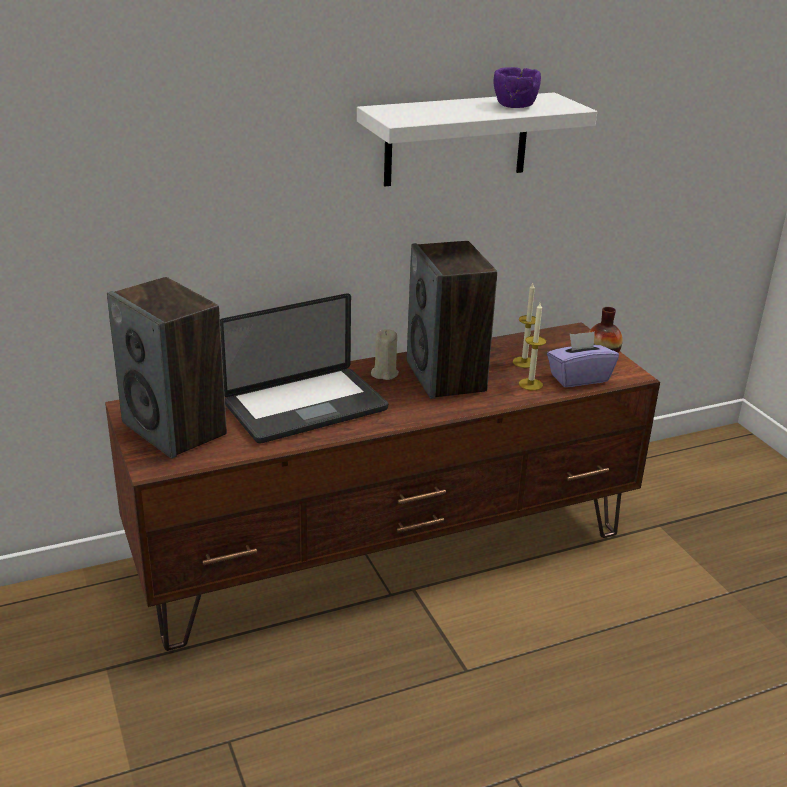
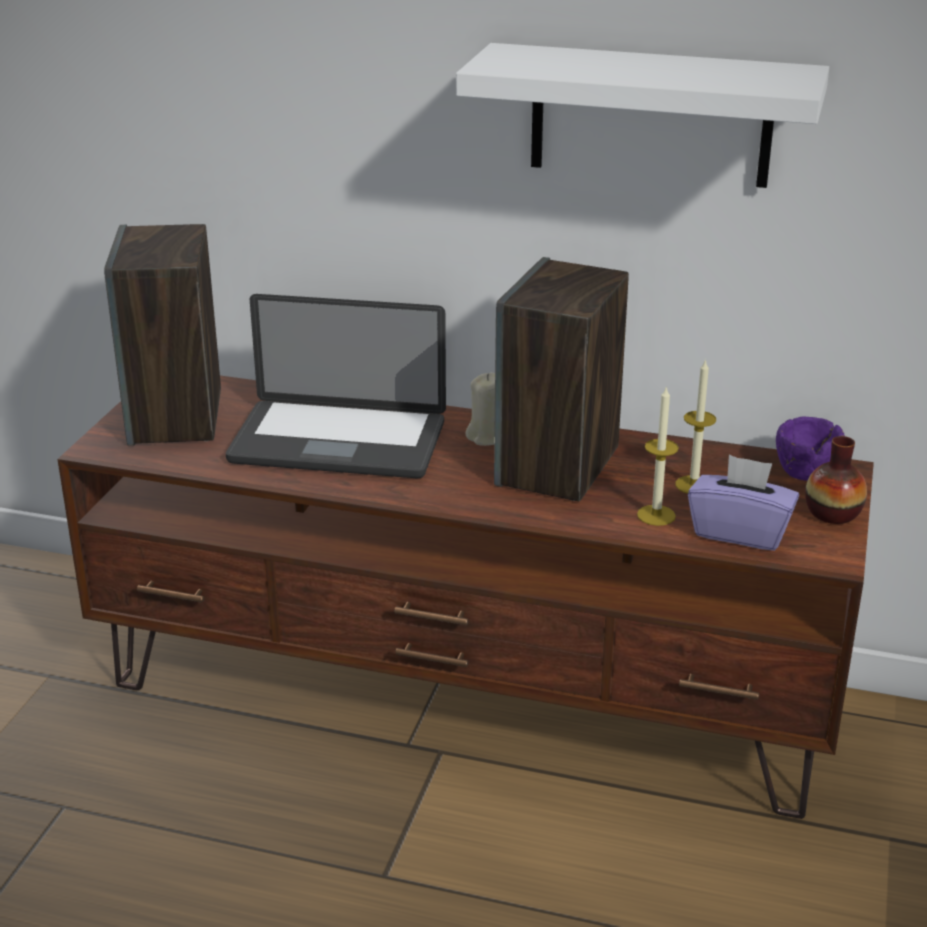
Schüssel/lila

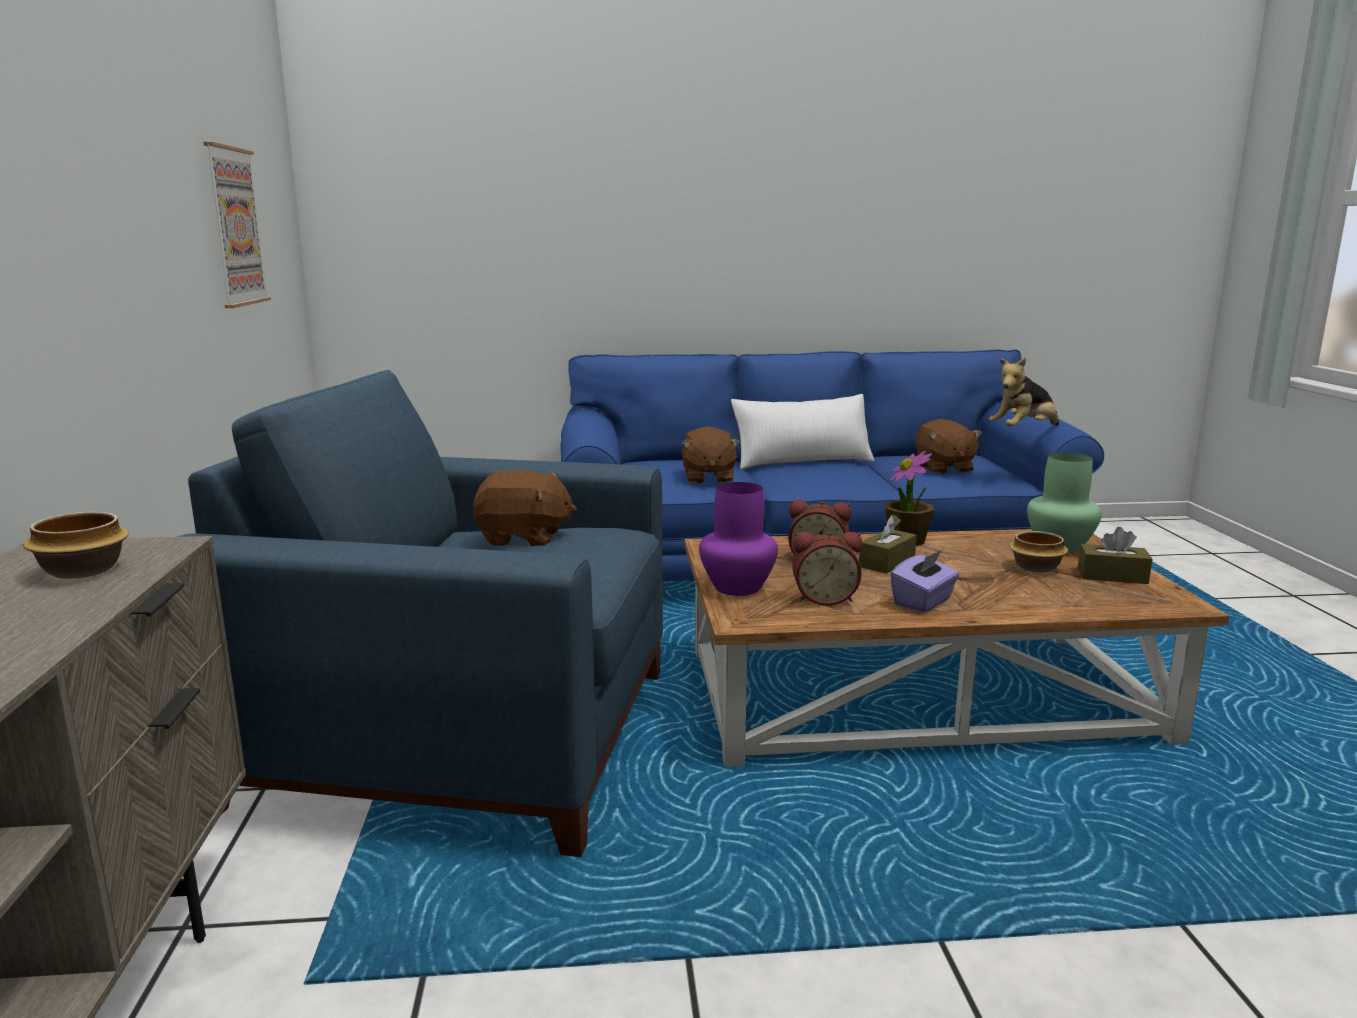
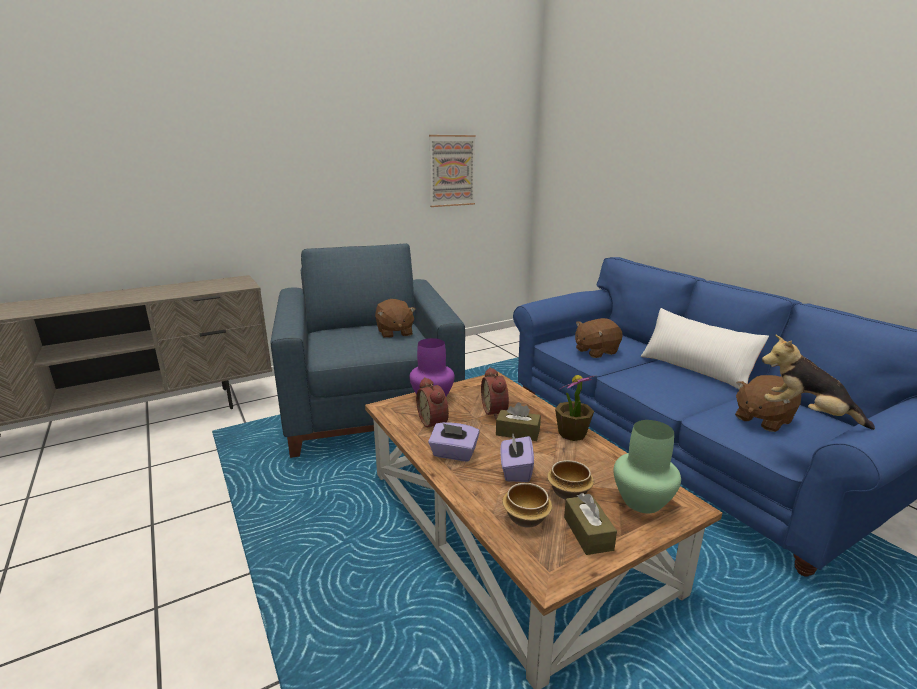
Schüssel (no. 1 from left)
Taschentuchbox/lila (no. 2 from left)

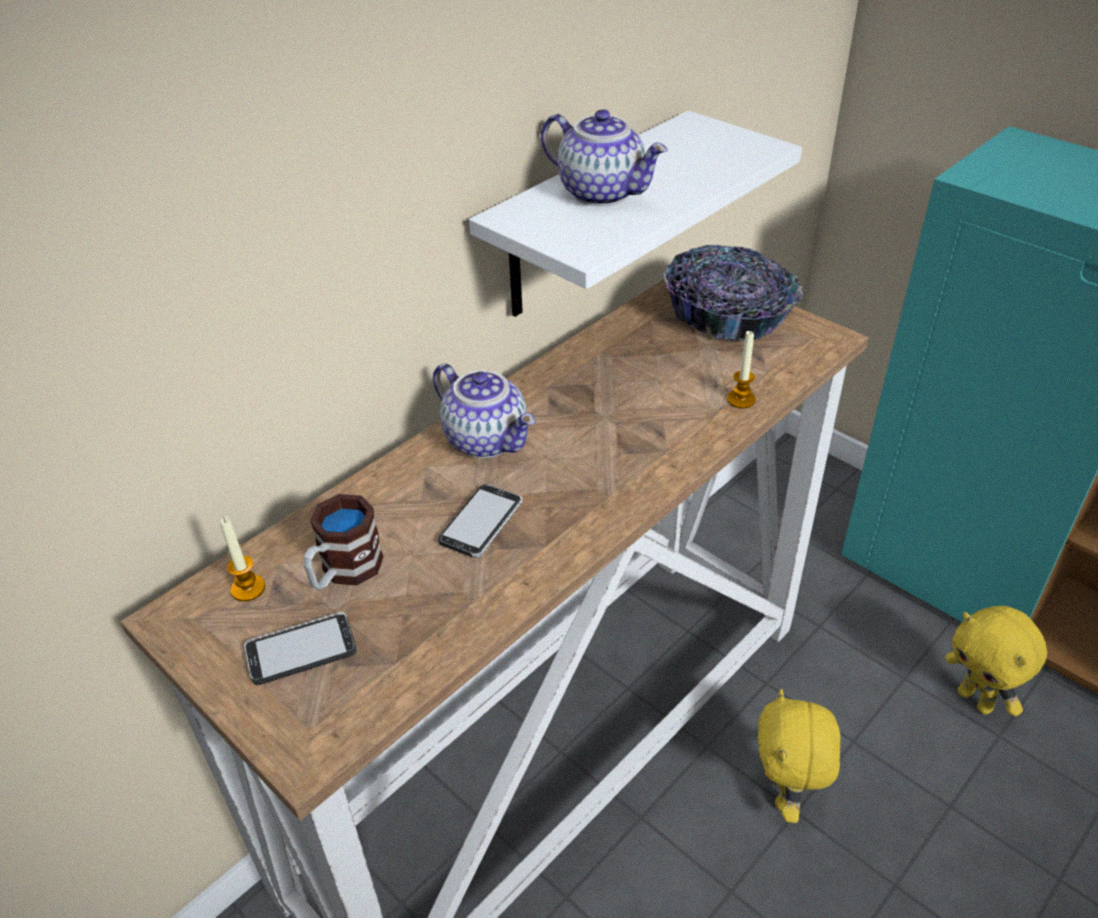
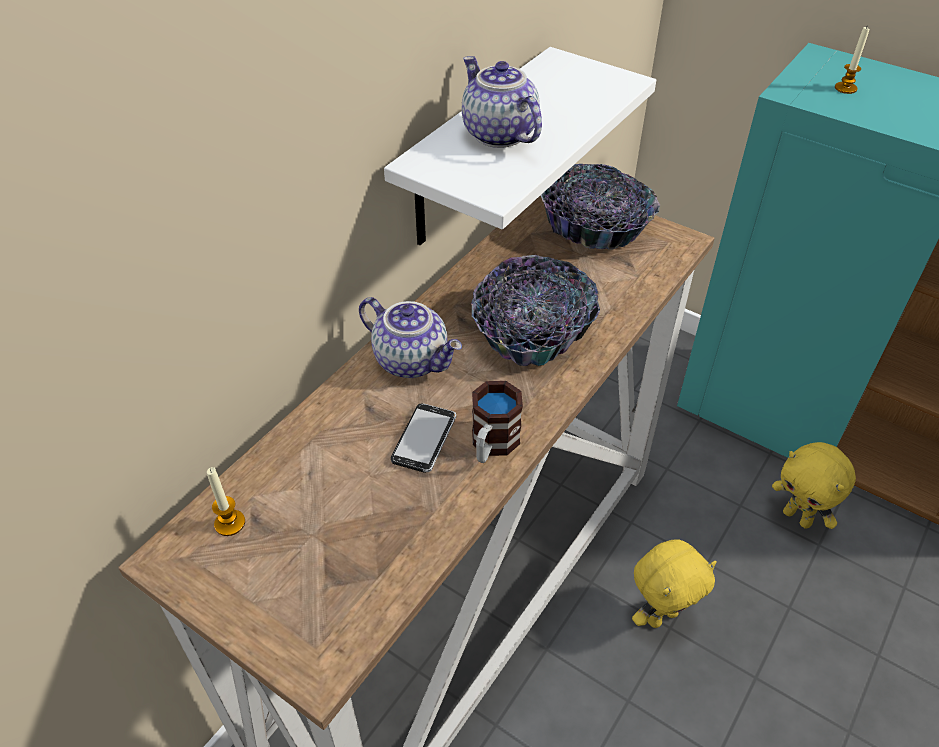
Teekanne (no. 2 from left)
Kerze (no. 2 from left)
Henkelbecher
Handy (no. 1 from left in the first image)
Plüschtier/gelb (no. 1 from left)
Schüssel (no. 1 from left)

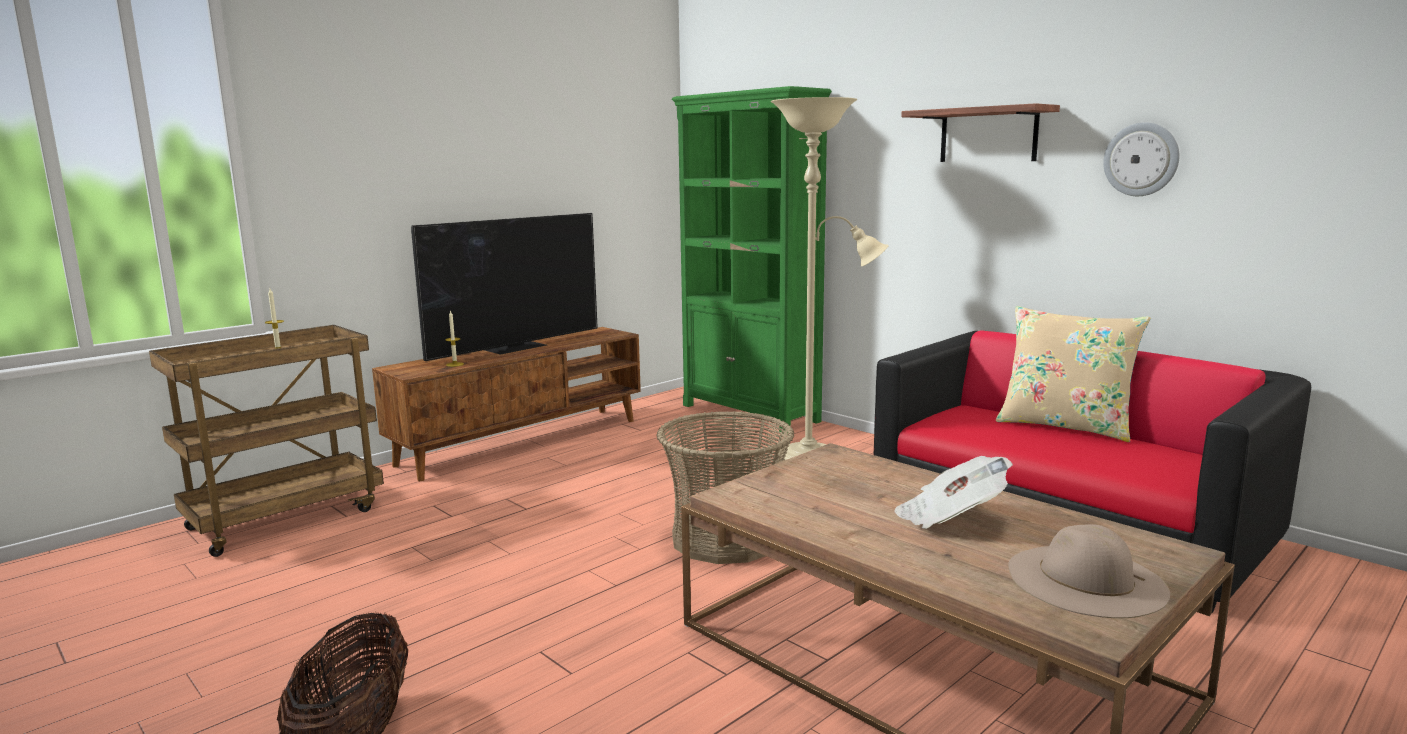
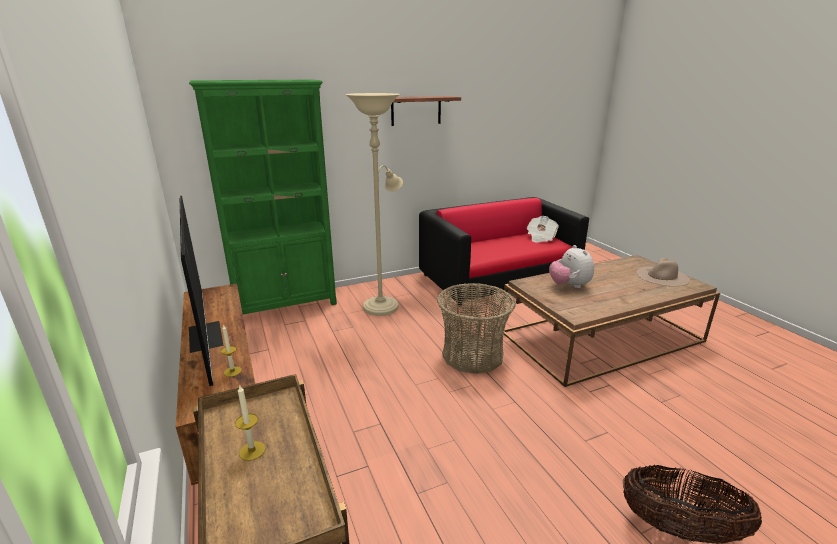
Wanduhr
Kissen/beige
Zeitung
Plüschtier

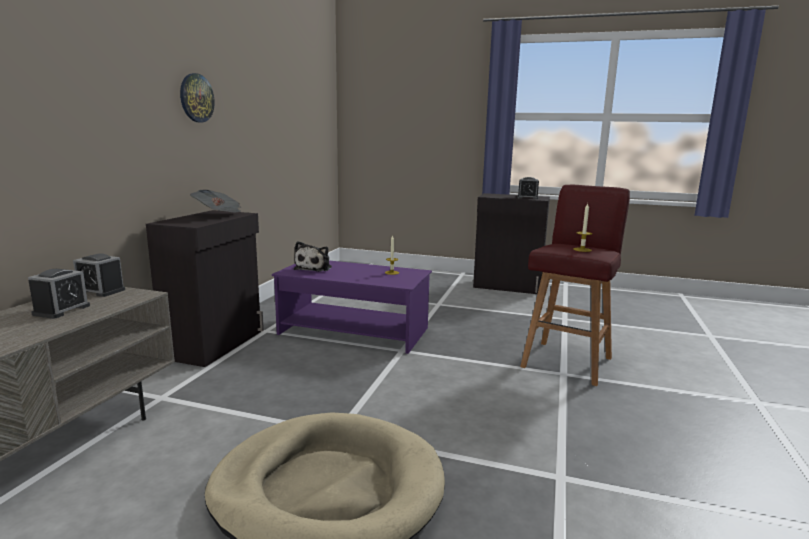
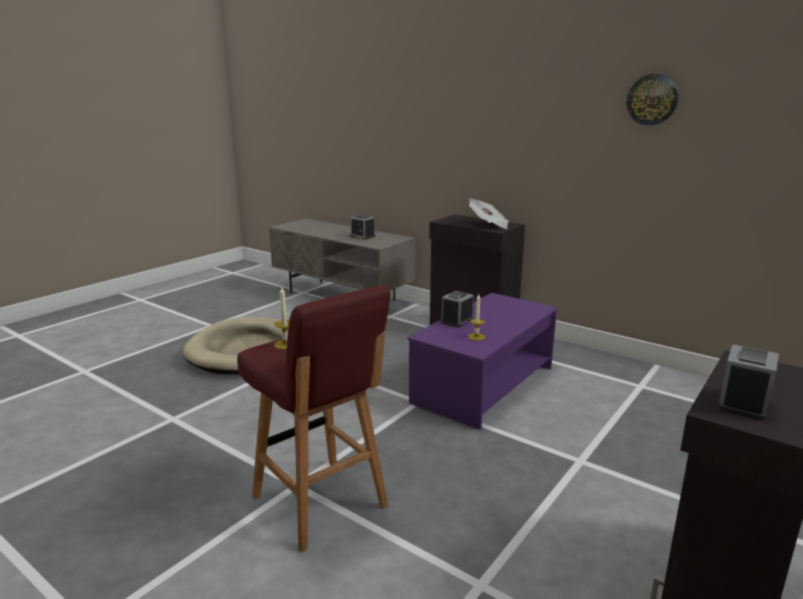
Wanduhr
Plüschtier
Wecker (no. 2 from left)

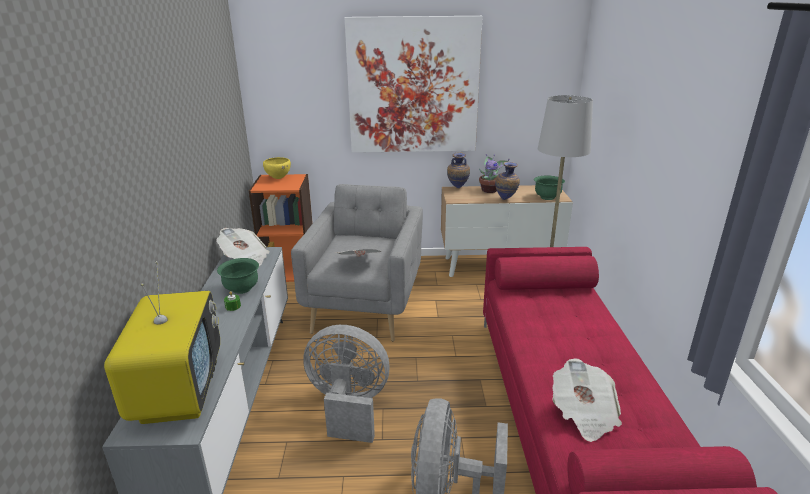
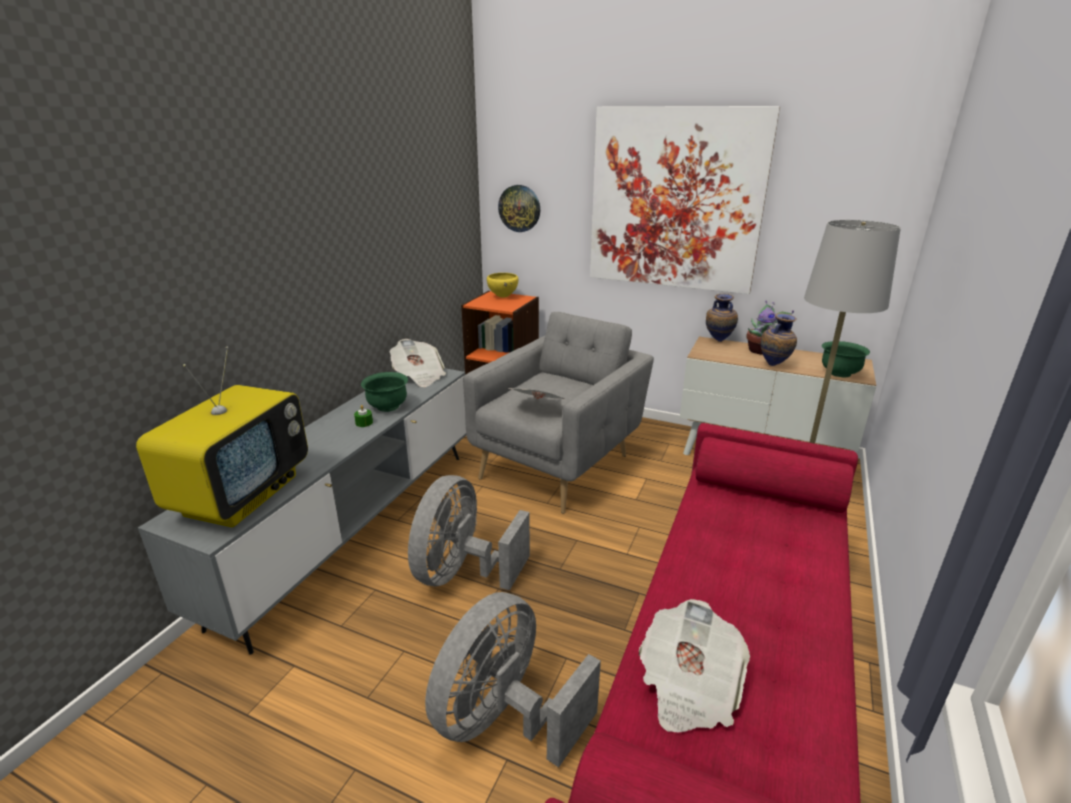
Ventilator/grau (no. 1 from left)
Wanduhr

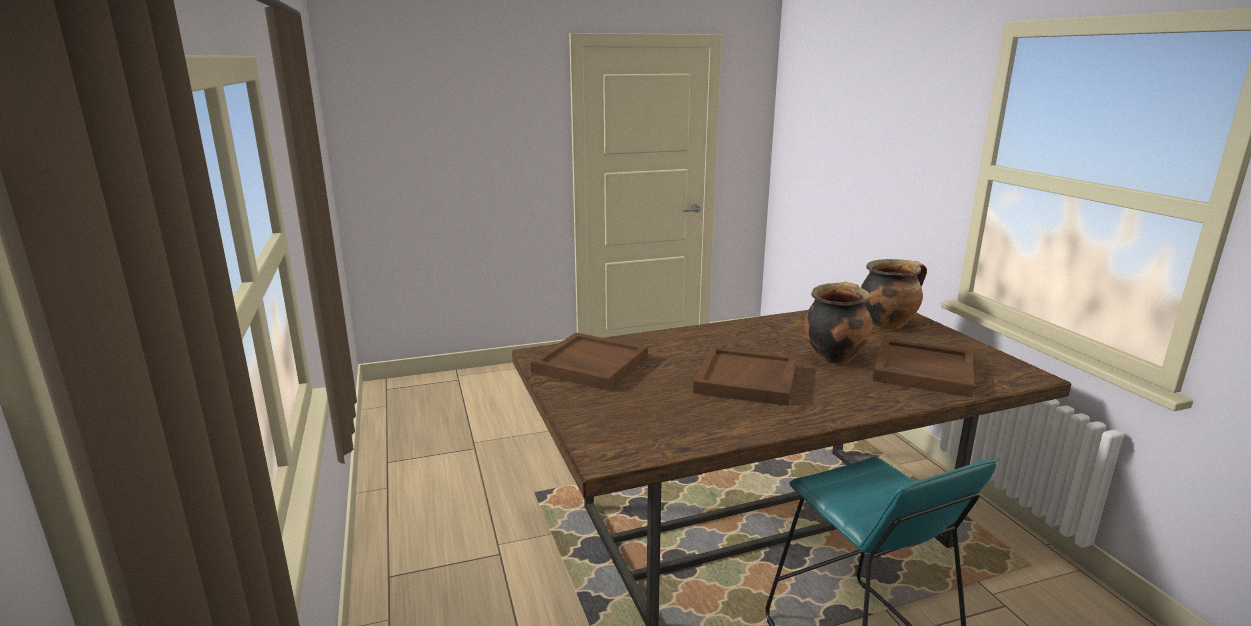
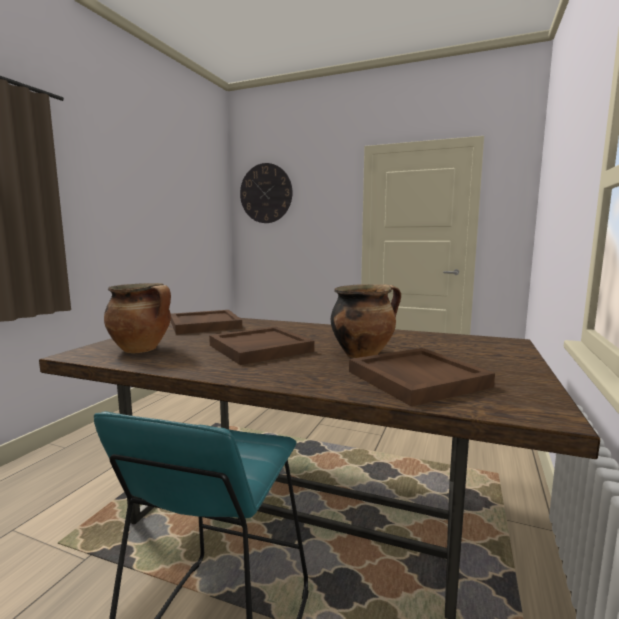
Kochtopf (no. 1 from left)
Wanduhr

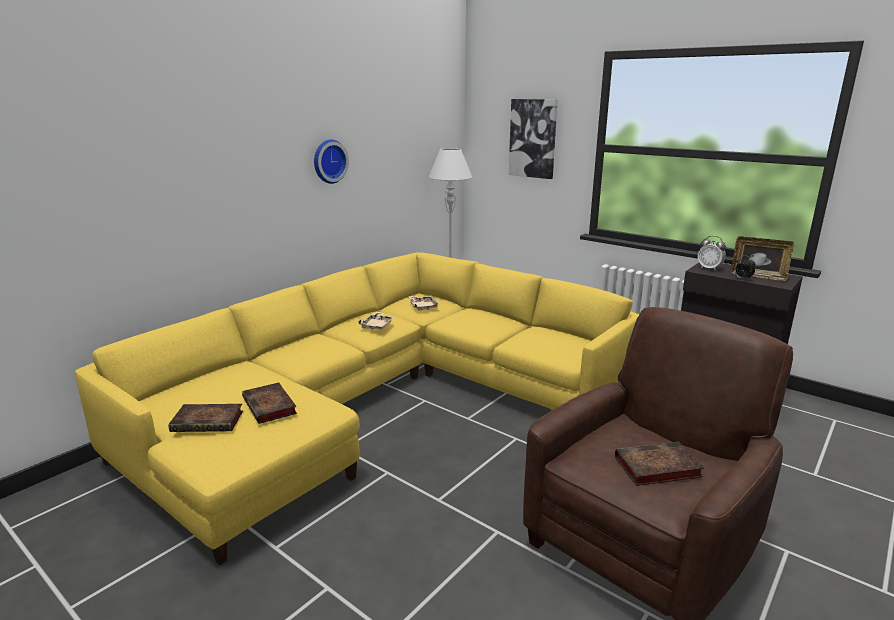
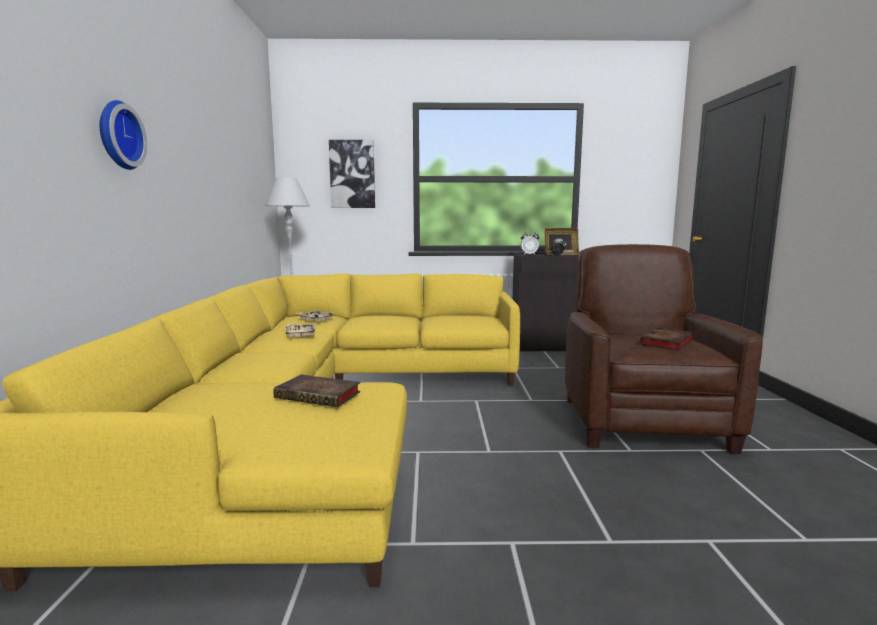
Wanduhr
Buch (no. 1 from left in the first image)

